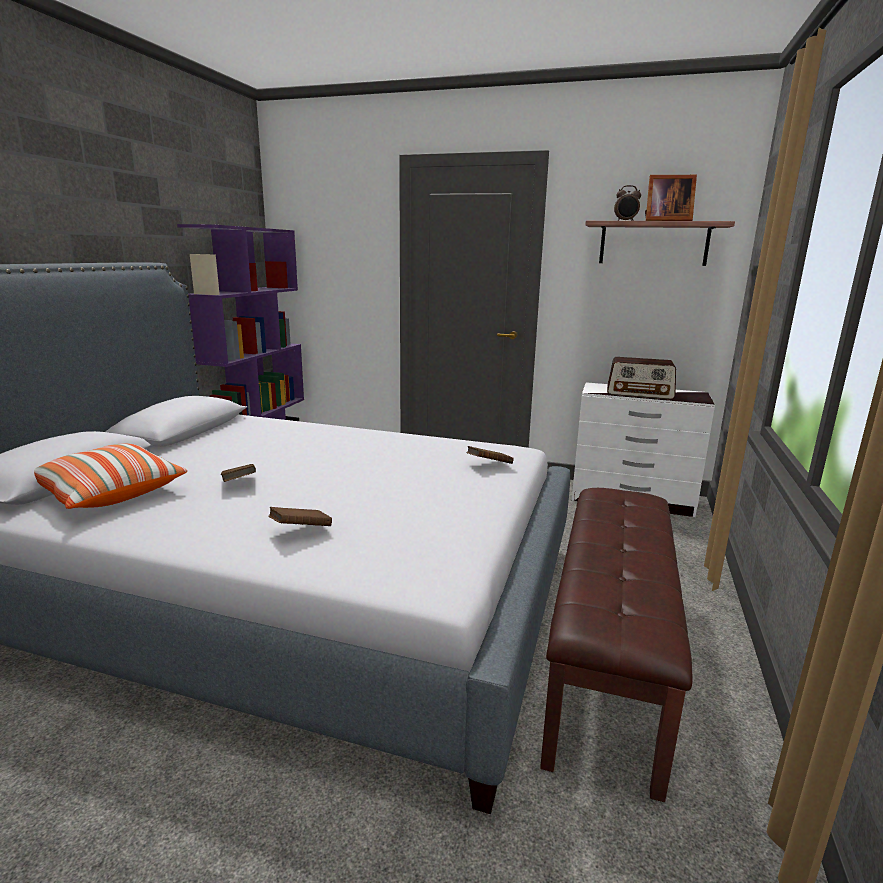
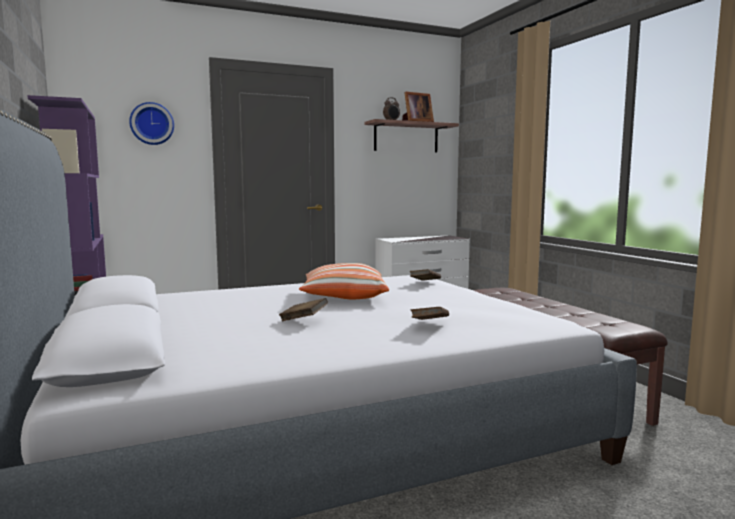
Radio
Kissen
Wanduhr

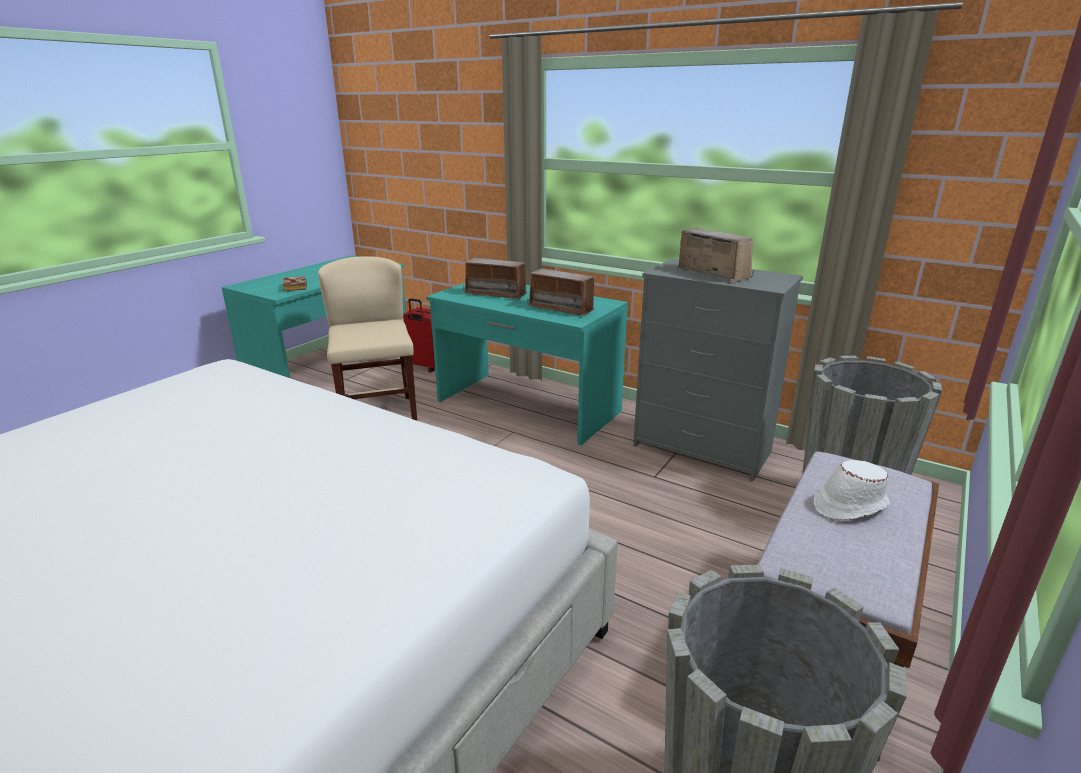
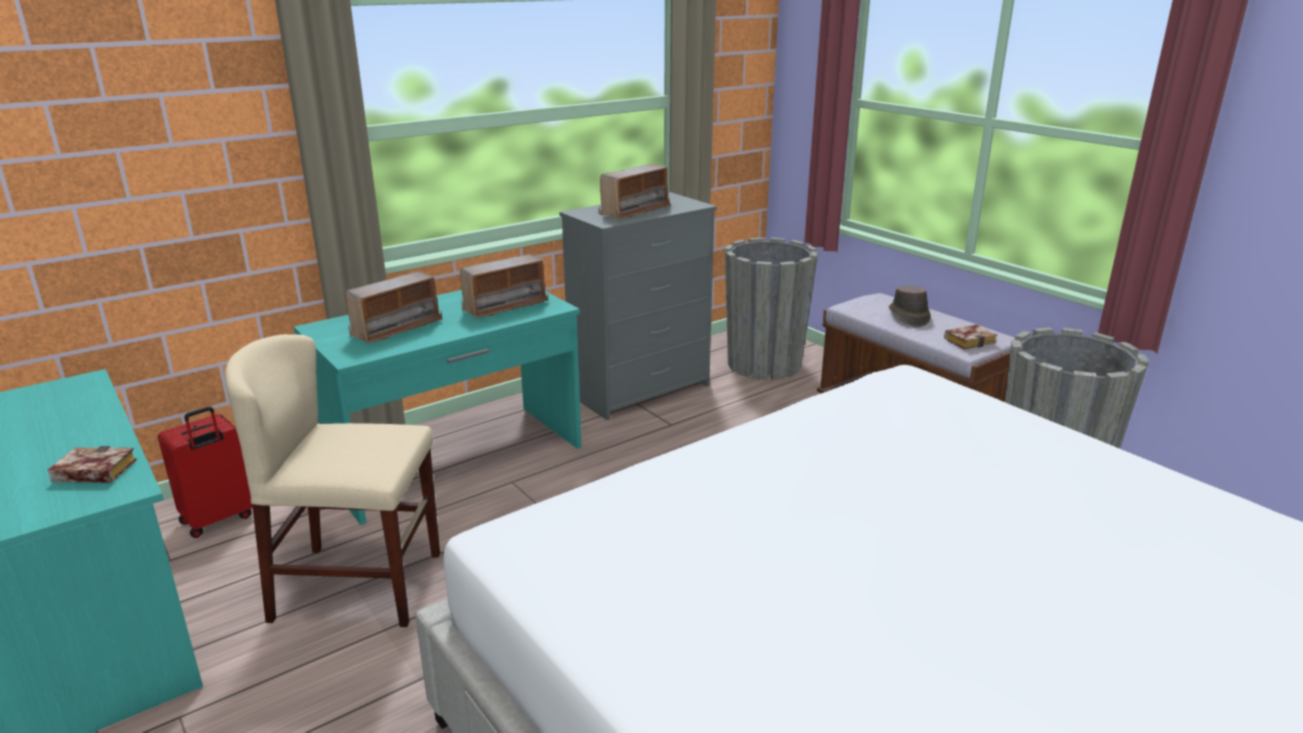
Radio (no. 3 from left)
Hut/braun
Buch (no. 2 from left)

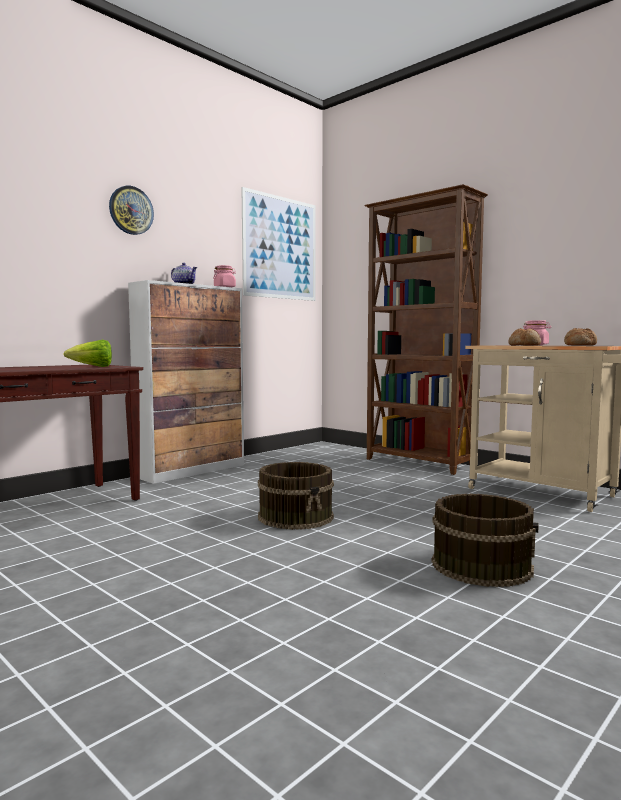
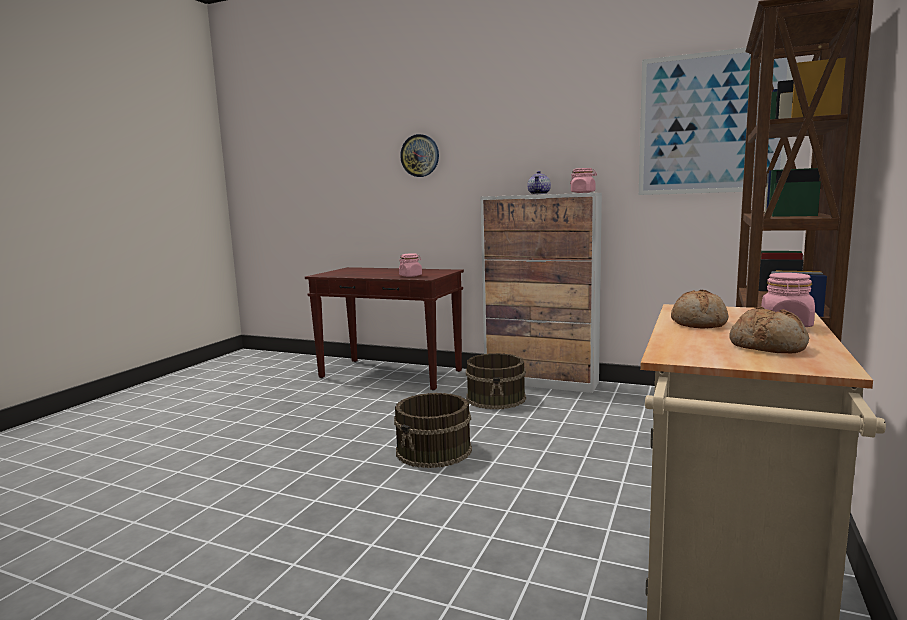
Wanduhr
Vorratsglas/rosa (no. 1 from left)
Eimer/braun (no. 2 from left)

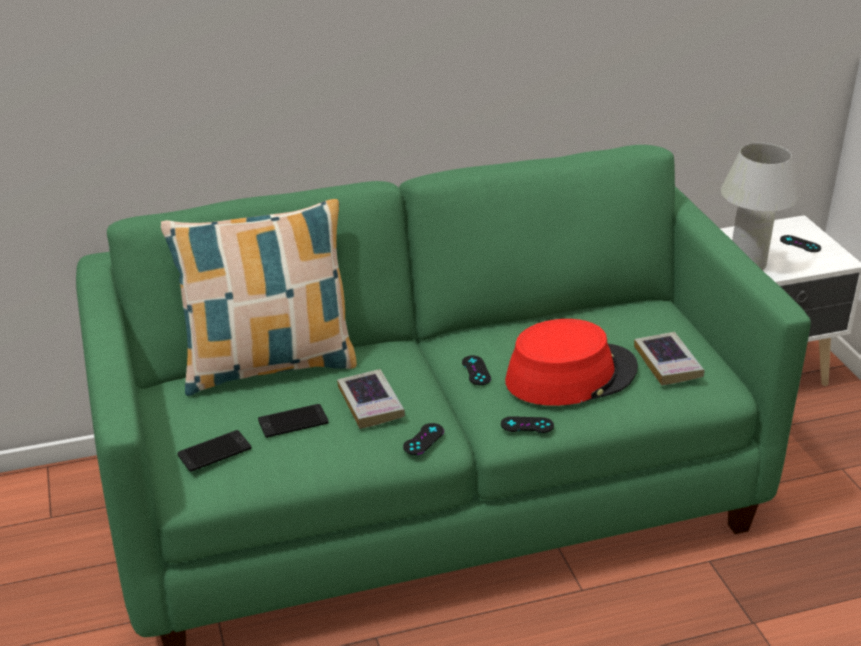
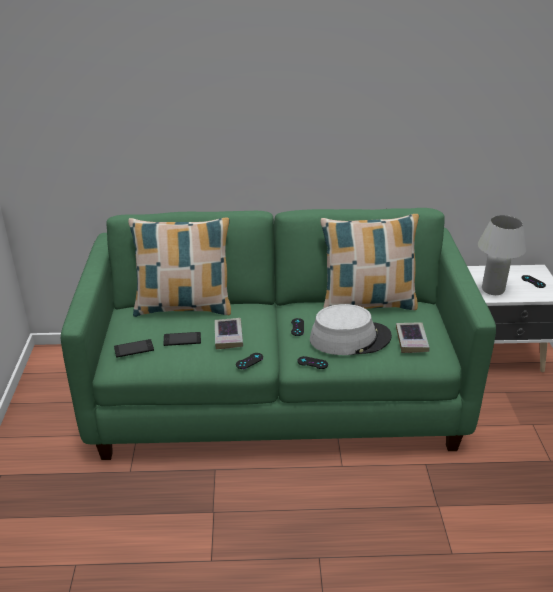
Hut/grau
Kissen (no. 2 from left)

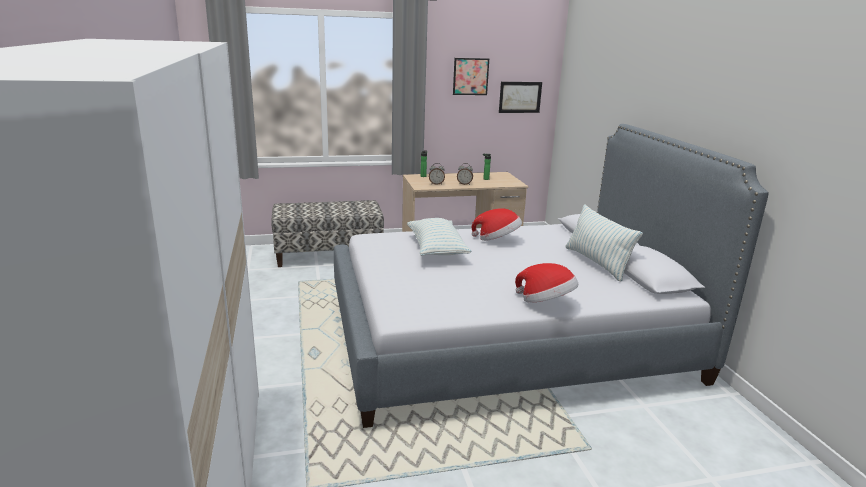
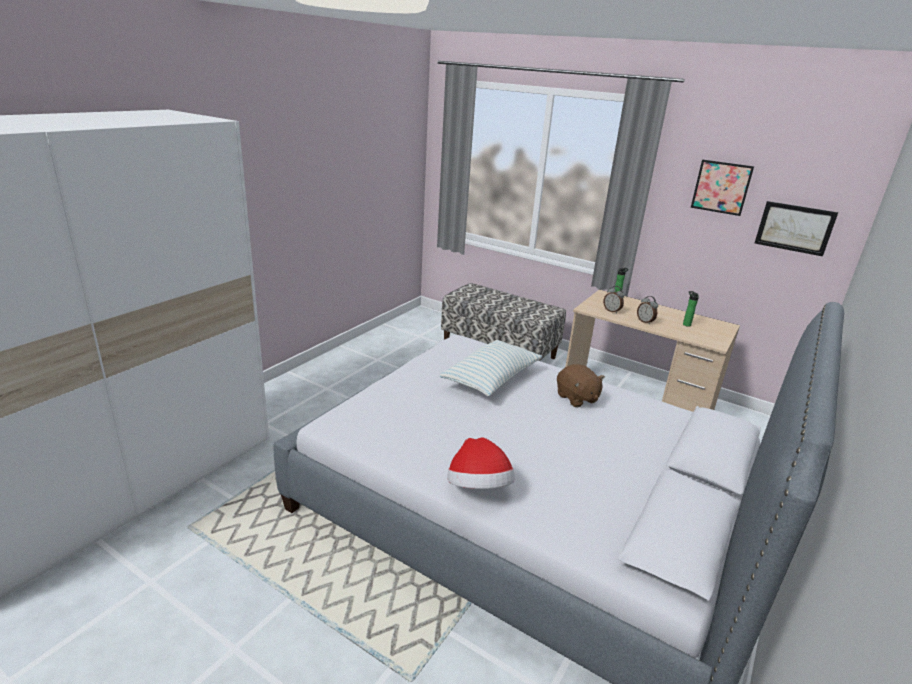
Kissen (no. 2 from left in the first image)
Plüschtier/braun

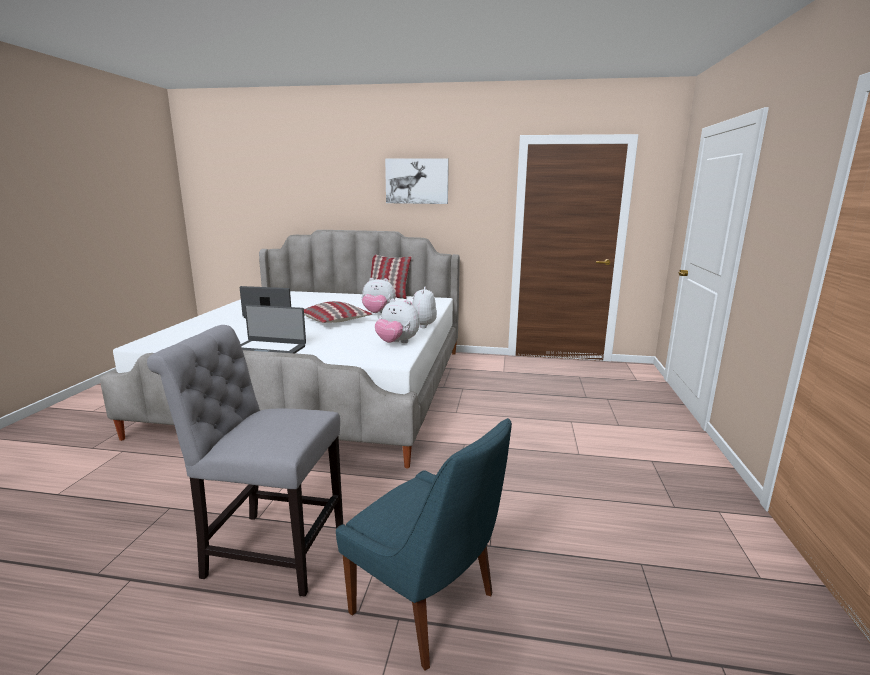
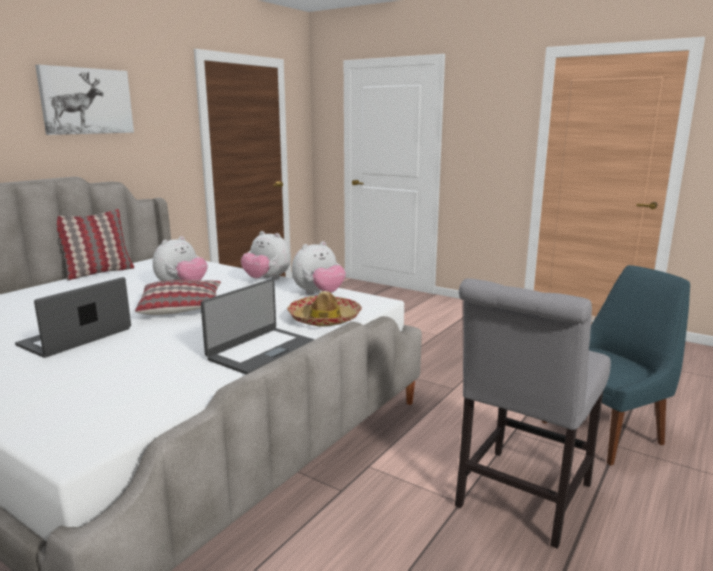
Hut

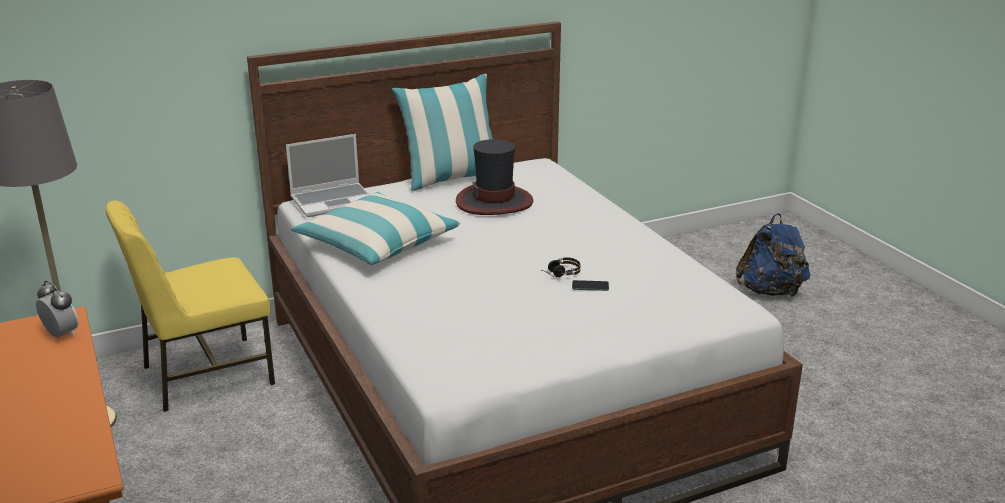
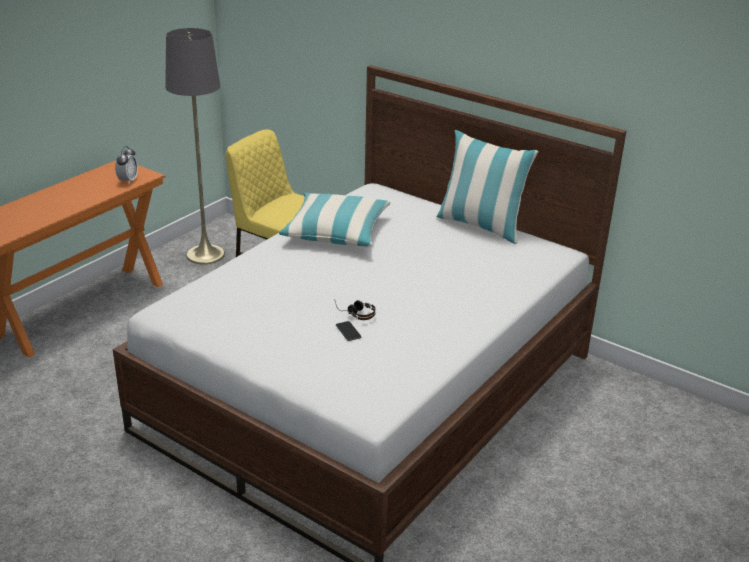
Laptop
Hut
Rucksack/blau

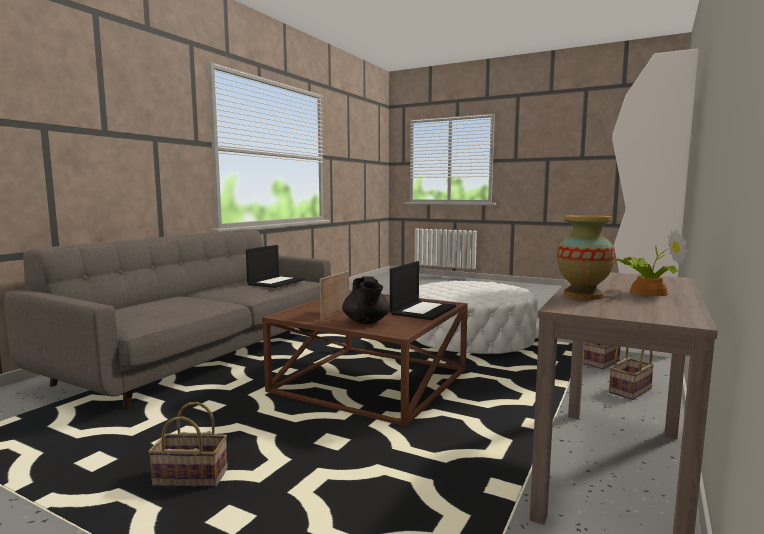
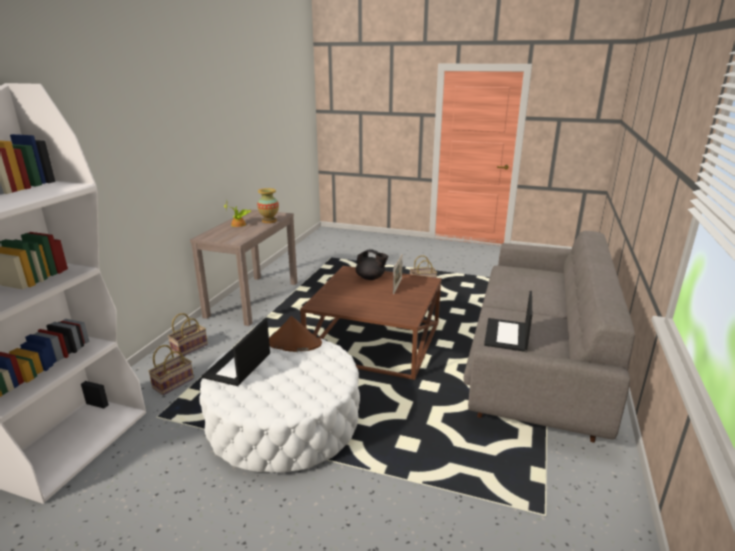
Laptop (no. 1 from left)
Teekanne/schwarz
Hut/braun

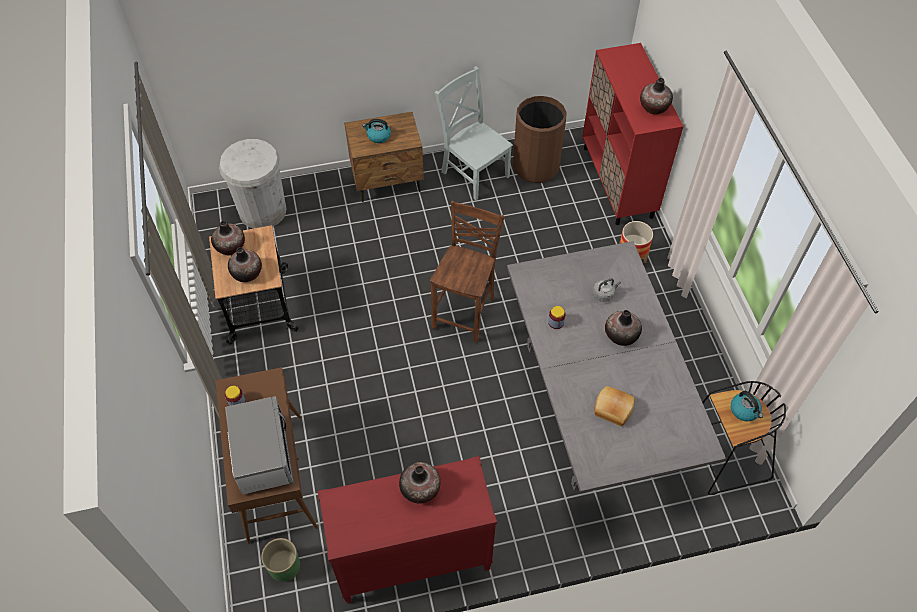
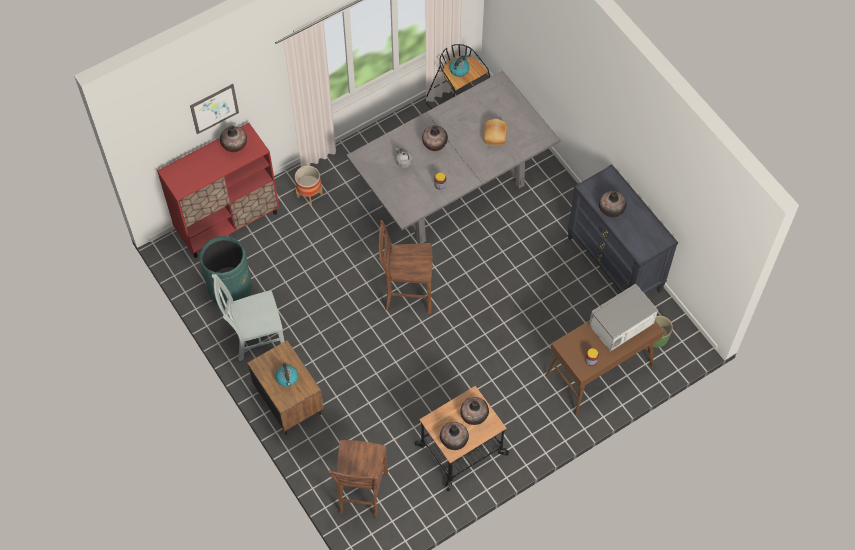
Stuhl/grau
Mülleimer/grün
Stuhl/braun (no. 1 from left)
Kommode/schwarz
Bild

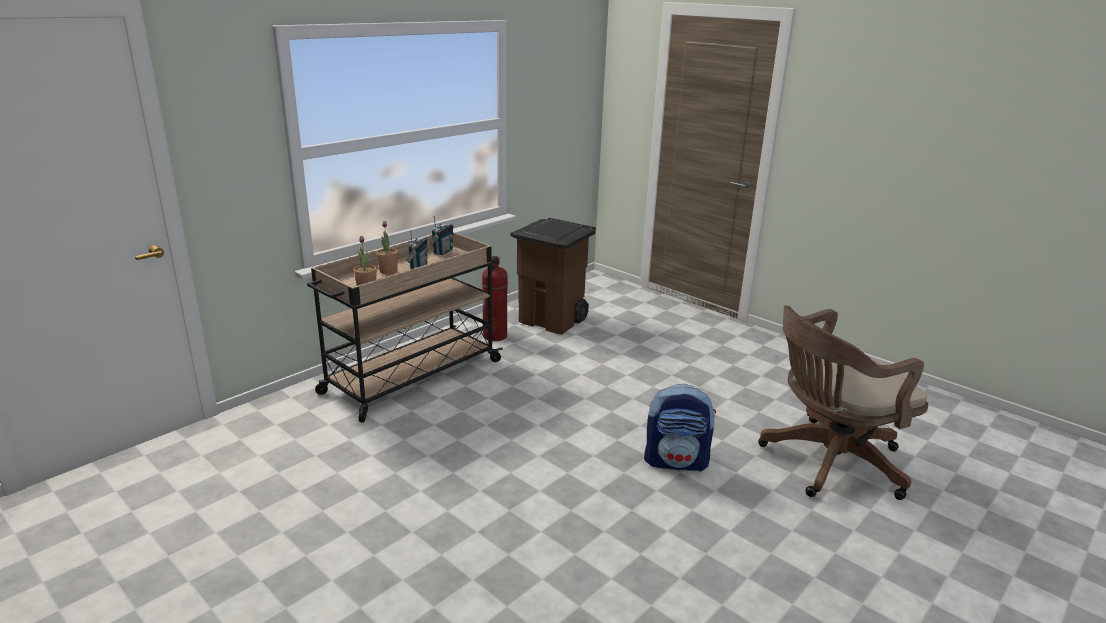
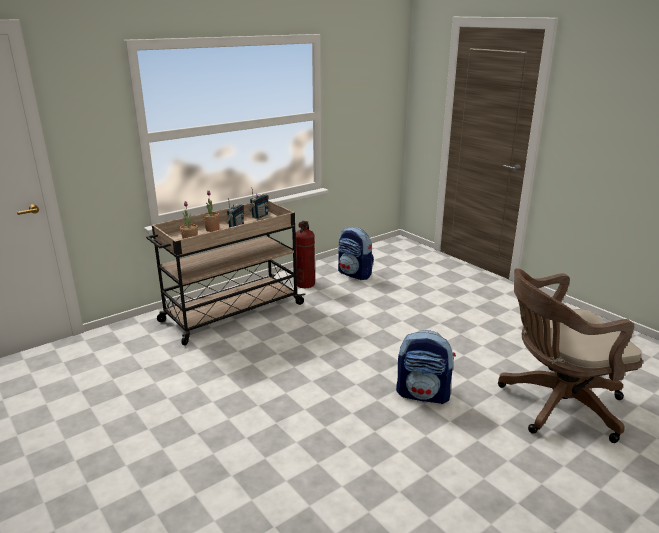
Rucksack (no. 1 from left)

